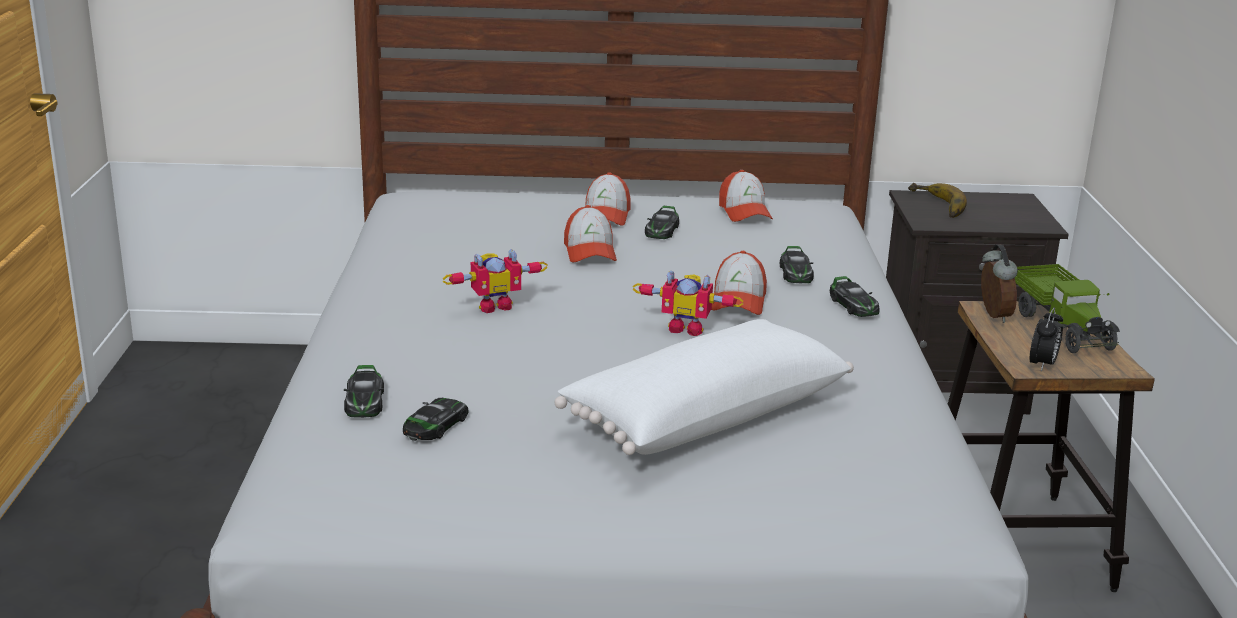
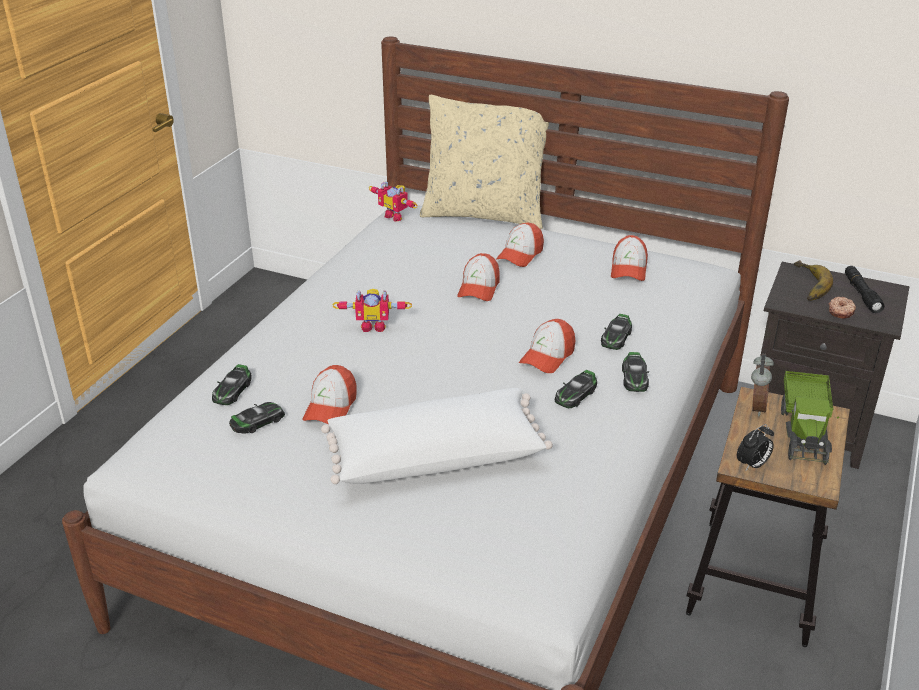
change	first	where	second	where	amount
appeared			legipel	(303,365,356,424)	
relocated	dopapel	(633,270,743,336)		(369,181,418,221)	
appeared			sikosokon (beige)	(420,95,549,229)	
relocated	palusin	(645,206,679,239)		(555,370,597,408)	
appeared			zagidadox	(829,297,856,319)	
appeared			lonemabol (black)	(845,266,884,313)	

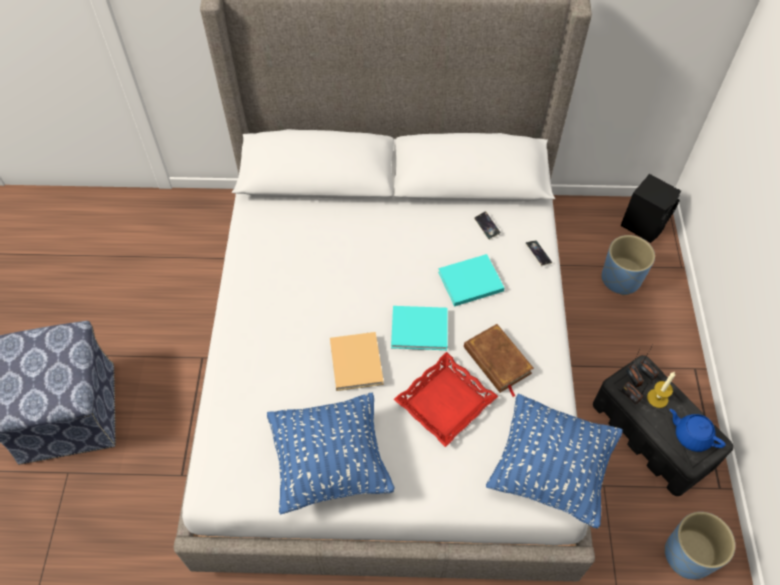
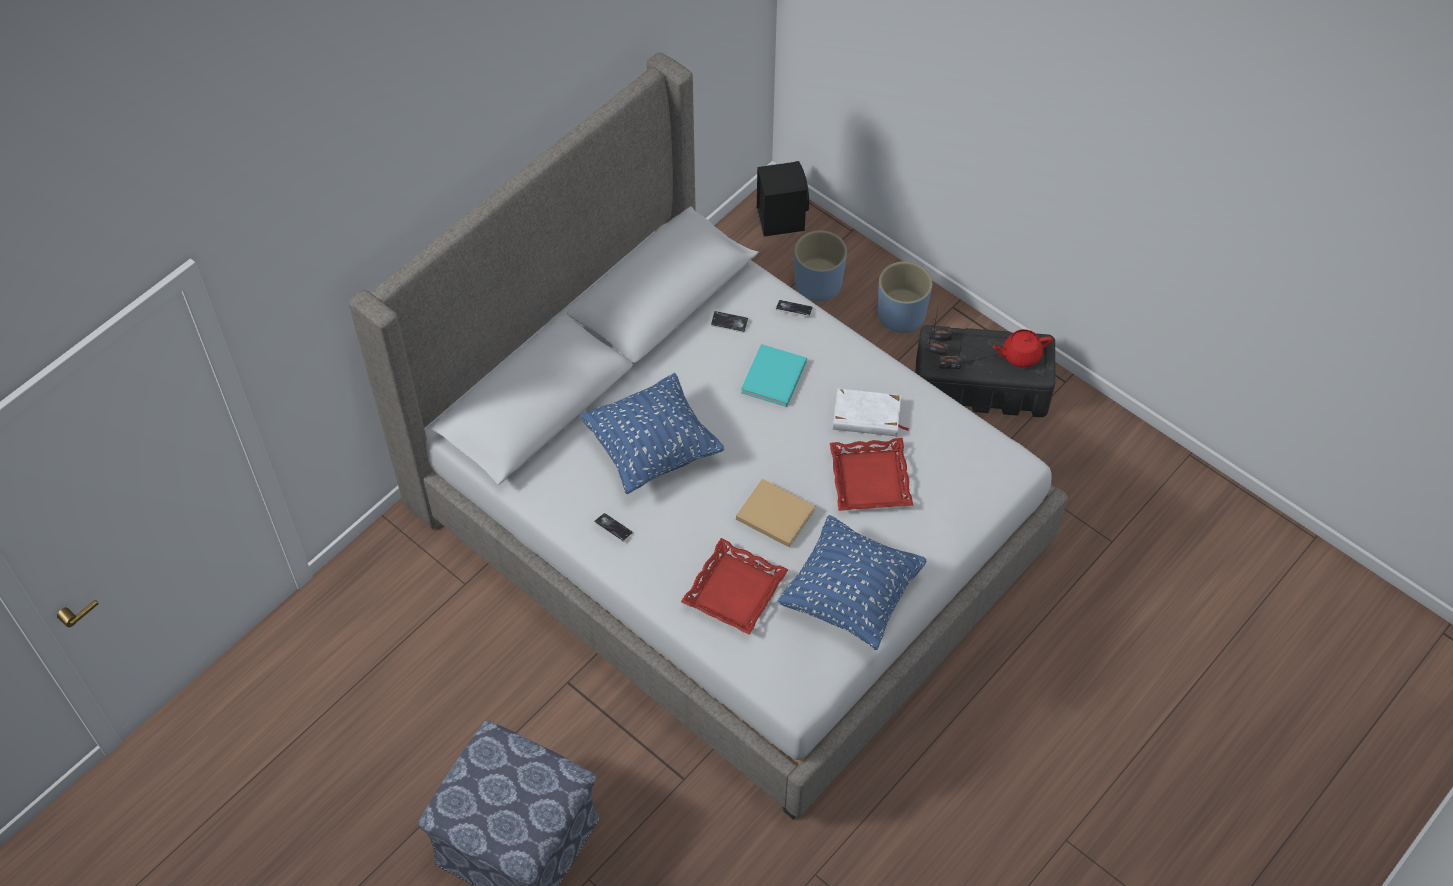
change	first	where	second	where	amount
relocated	sikosokon (blue)	(486,394,623,529)		(580,373,724,494)	
appeared			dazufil	(594,513,633,542)	
appeared			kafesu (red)	(681,538,789,635)	
colour	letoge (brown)	(464,324,534,397)	letoge (white)	(833,388,910,436)	
relocated	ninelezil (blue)	(664,512,735,579)		(878,261,932,333)	
colour	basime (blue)	(670,409,726,452)	basime (red)	(992,329,1053,367)	
missing	letoge (turquoise)	(391,306,448,350)			
missing	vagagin	(647,372,675,408)			

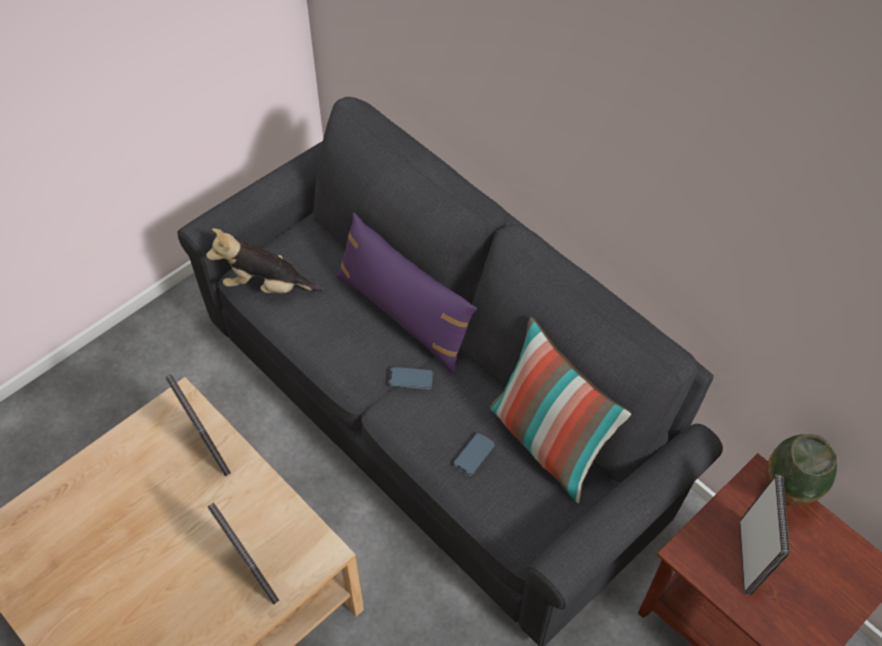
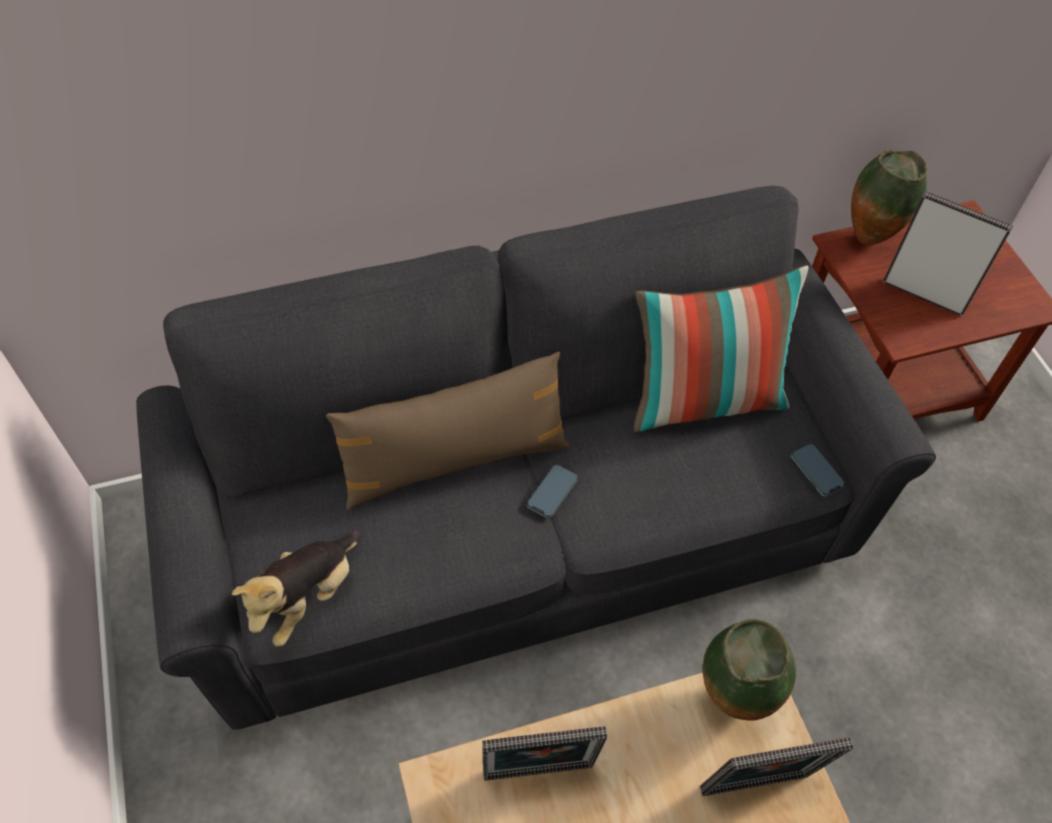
change	first	where	second	where	amount
colour	sikosokon (purple)	(335,213,477,374)	sikosokon (brown)	(326,352,570,510)	
appeared			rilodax	(703,619,796,721)	
relocated	dazufil	(453,433,495,476)		(791,444,845,497)	

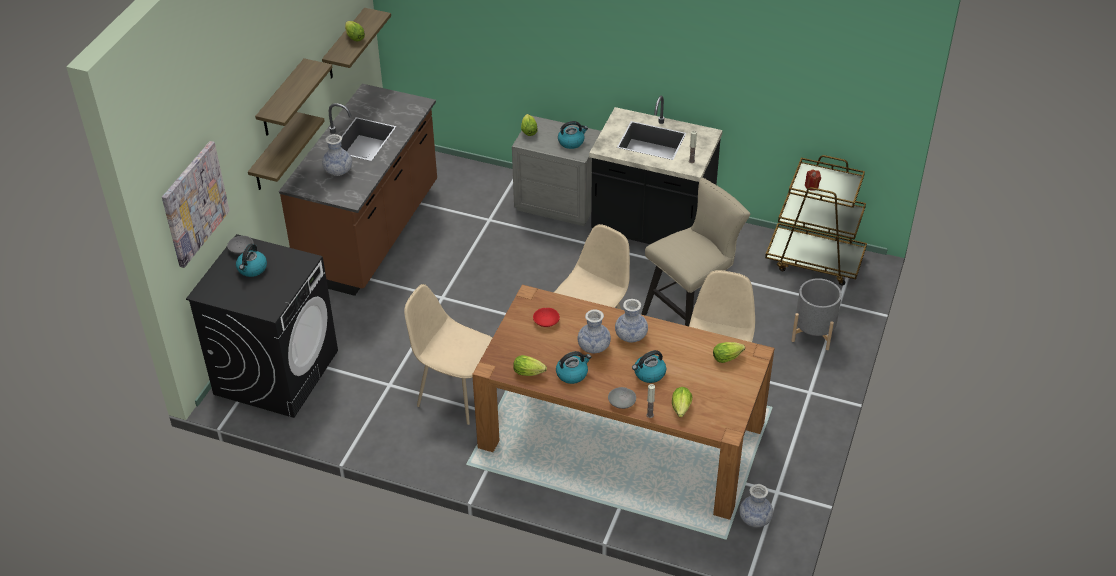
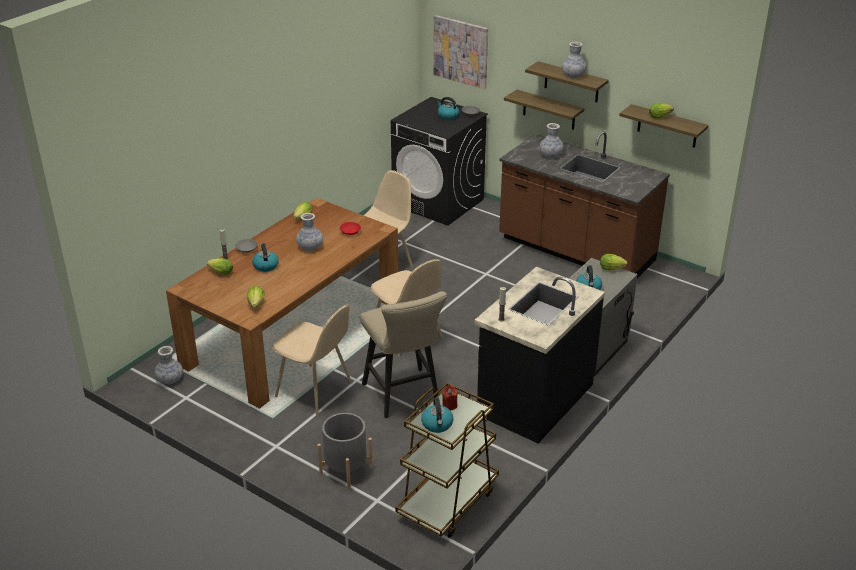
change	first	where	second	where	amount
relocated	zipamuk	(556,351,591,384)		(421,397,453,433)	
relocated	rilodax	(615,299,648,343)		(562,42,586,78)	

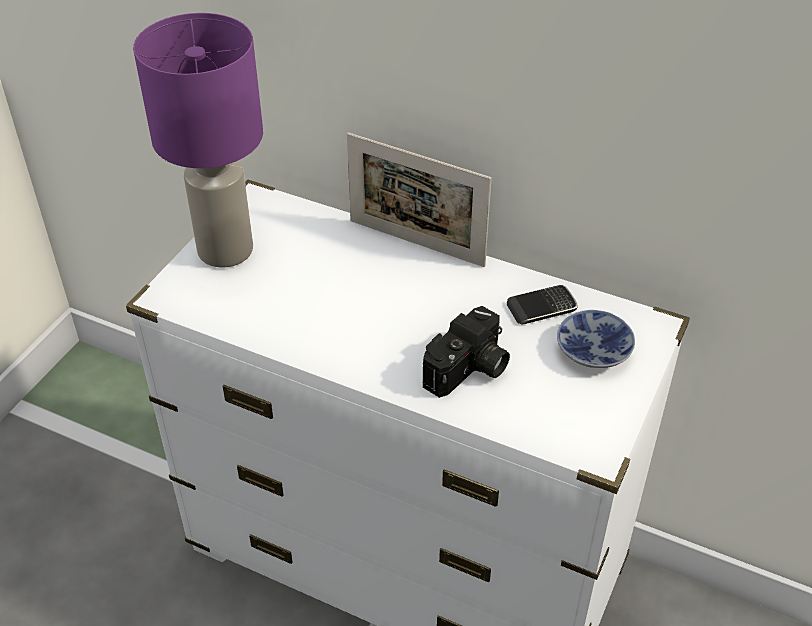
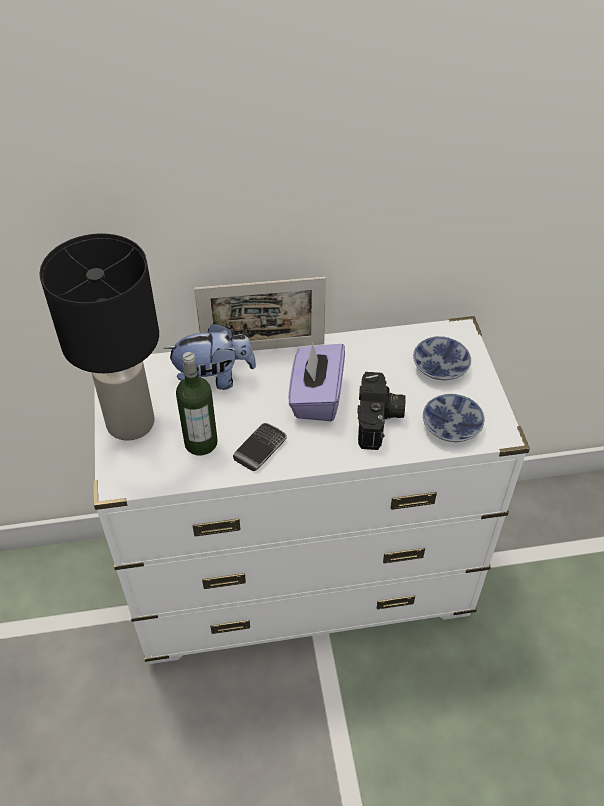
change	first	where	second	where	amount
colour	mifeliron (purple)	(133,13,263,268)	mifeliron (black)	(39,233,159,441)	
appeared			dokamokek	(164,323,256,390)	
appeared			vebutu	(176,352,218,455)	
relocated	dazufil	(507,285,578,325)		(233,423,287,471)	
appeared			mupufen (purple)	(289,343,345,421)	
appeared			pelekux	(423,394,485,442)	

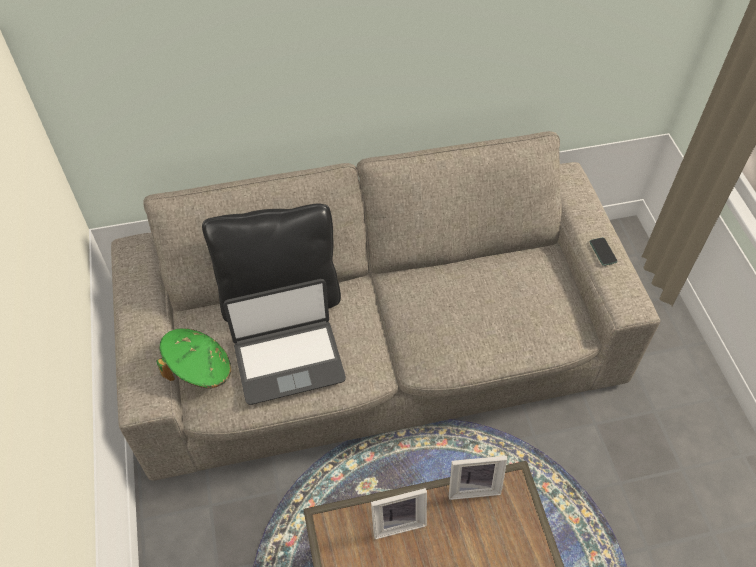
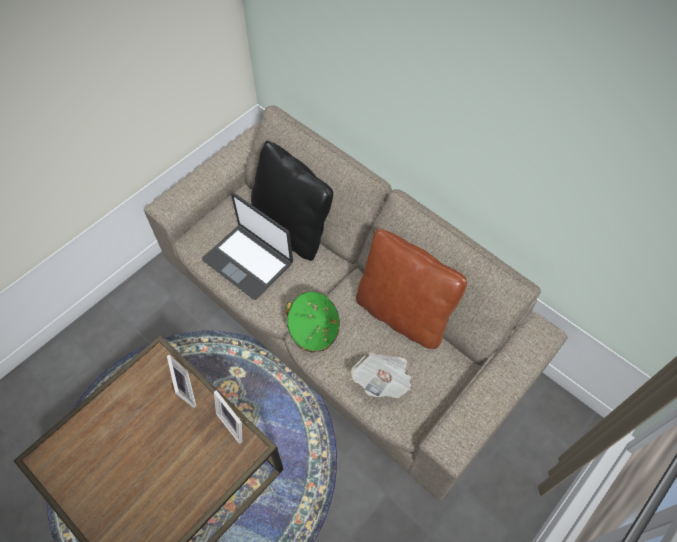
change	first	where	second	where	amount
spun	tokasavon	(371,488,427,540)		(167,355,196,408)	150 degrees counterclockwise
relocated	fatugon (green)	(156,328,231,388)		(285,292,340,352)	
appeared			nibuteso	(351,352,412,398)	
appeared			sikosokon (brown)	(356,229,467,349)	
missing	dazufil	(589,237,618,266)			

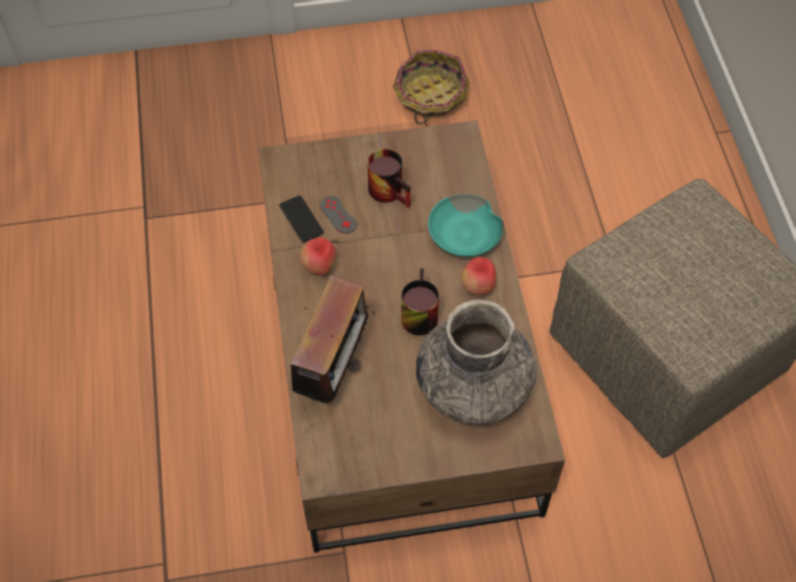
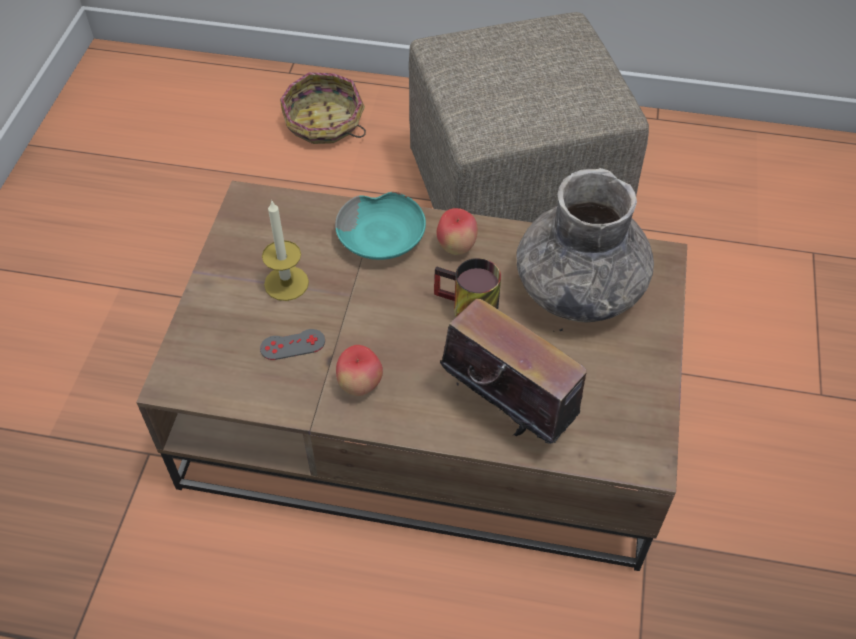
change	first	where	second	where	amount
exchanged	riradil	(367,149,411,208)	vagagin	(262,200,309,301)	
relocated	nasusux	(393,50,469,124)		(280,72,366,144)	
missing	dazufil	(279,195,324,243)			

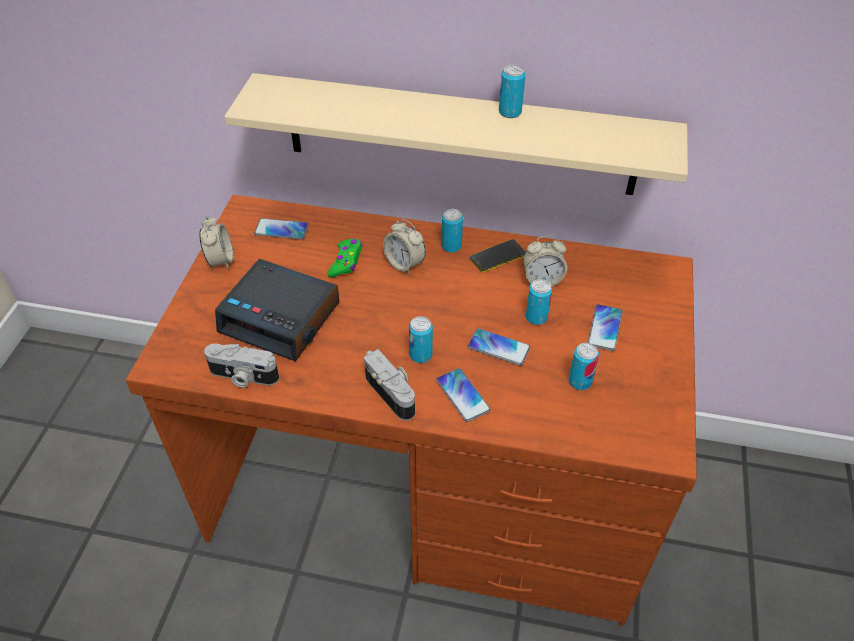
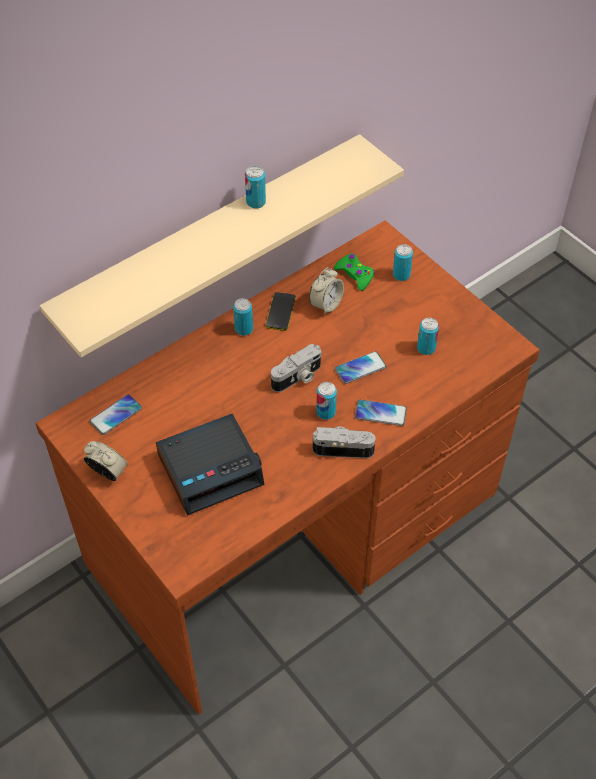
change	first	where	second	where	amount
relocated	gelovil	(204,343,279,388)		(271,344,322,392)	
relocated	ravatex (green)	(327,239,362,277)		(334,254,375,291)	
relocated	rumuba	(526,279,552,325)		(393,244,413,281)	
missing	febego	(383,219,426,275)			
missing	dazufil	(588,304,622,351)			

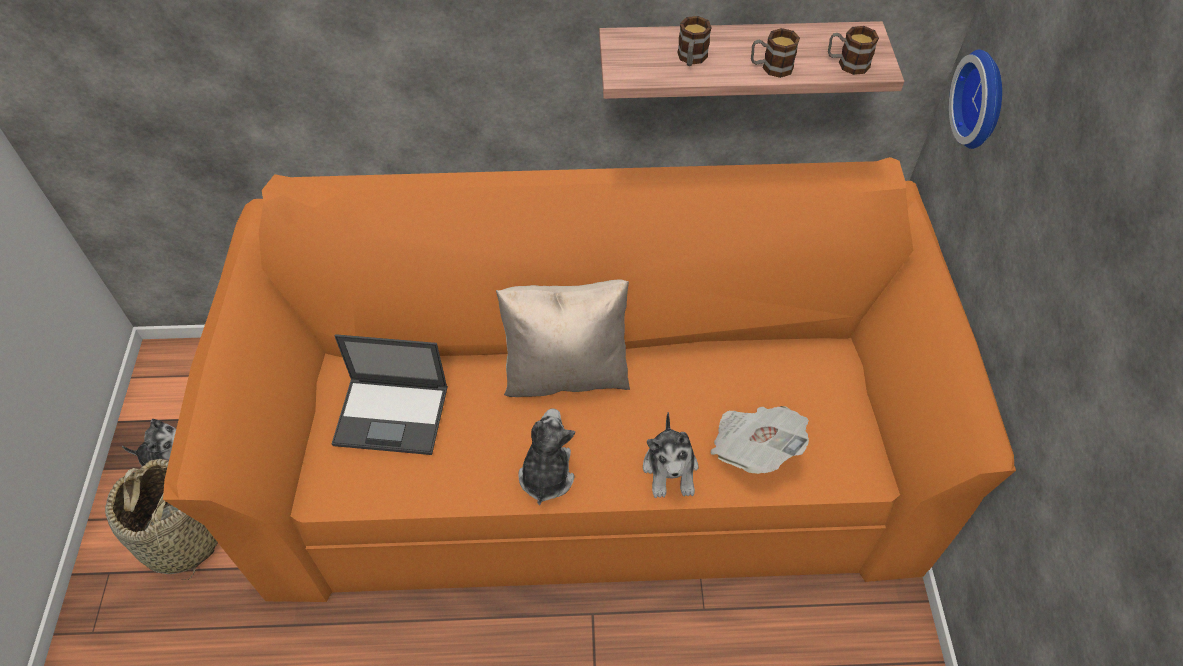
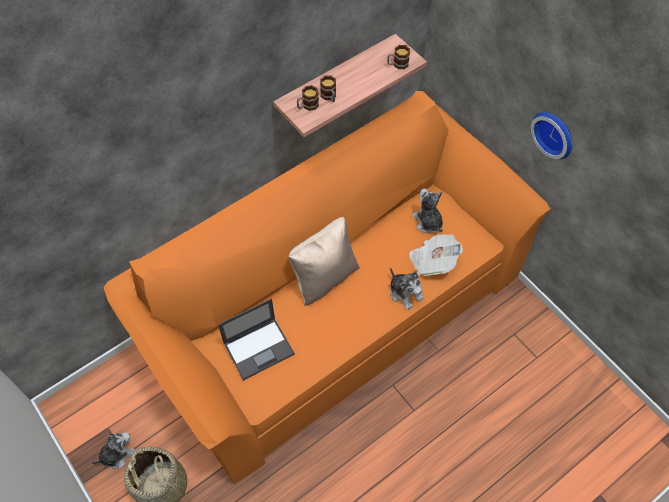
change	first	where	second	where	amount
relocated	riradil	(751,28,800,78)		(297,85,319,111)	
relocated	dokamokek	(518,408,575,505)		(412,189,443,233)	
relocated	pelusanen	(949,50,1002,149)		(531,112,572,159)	

